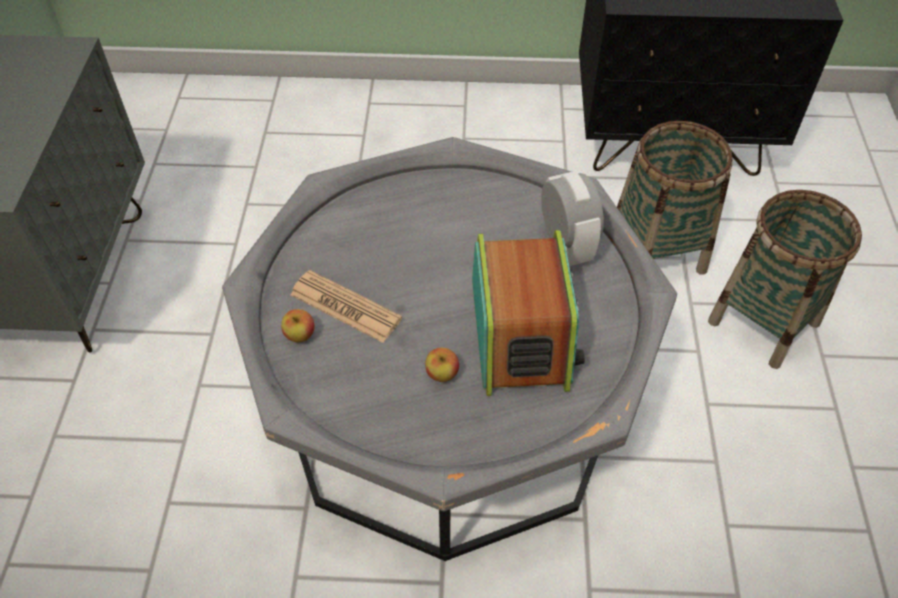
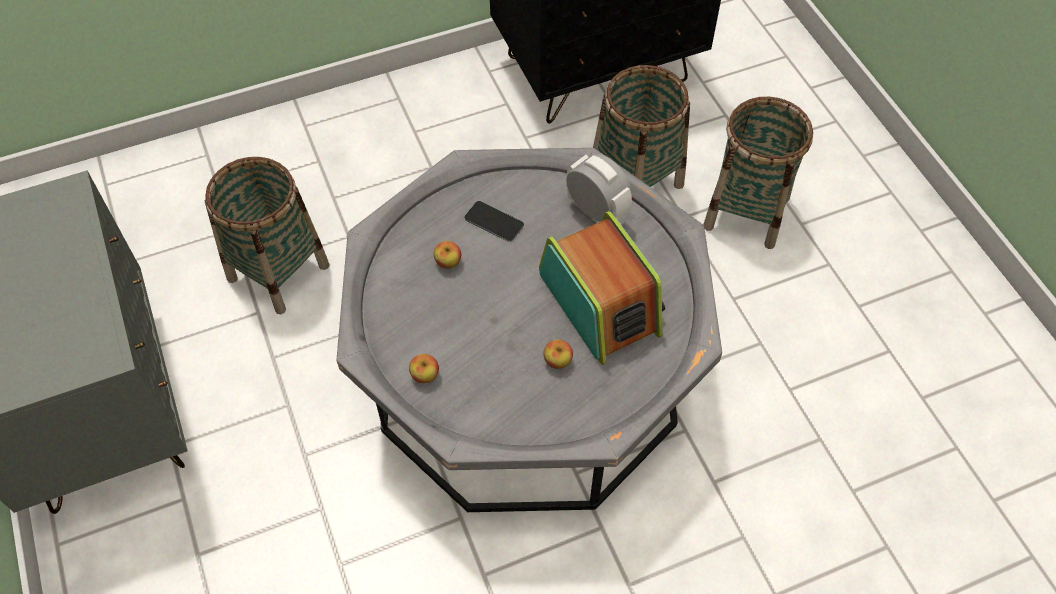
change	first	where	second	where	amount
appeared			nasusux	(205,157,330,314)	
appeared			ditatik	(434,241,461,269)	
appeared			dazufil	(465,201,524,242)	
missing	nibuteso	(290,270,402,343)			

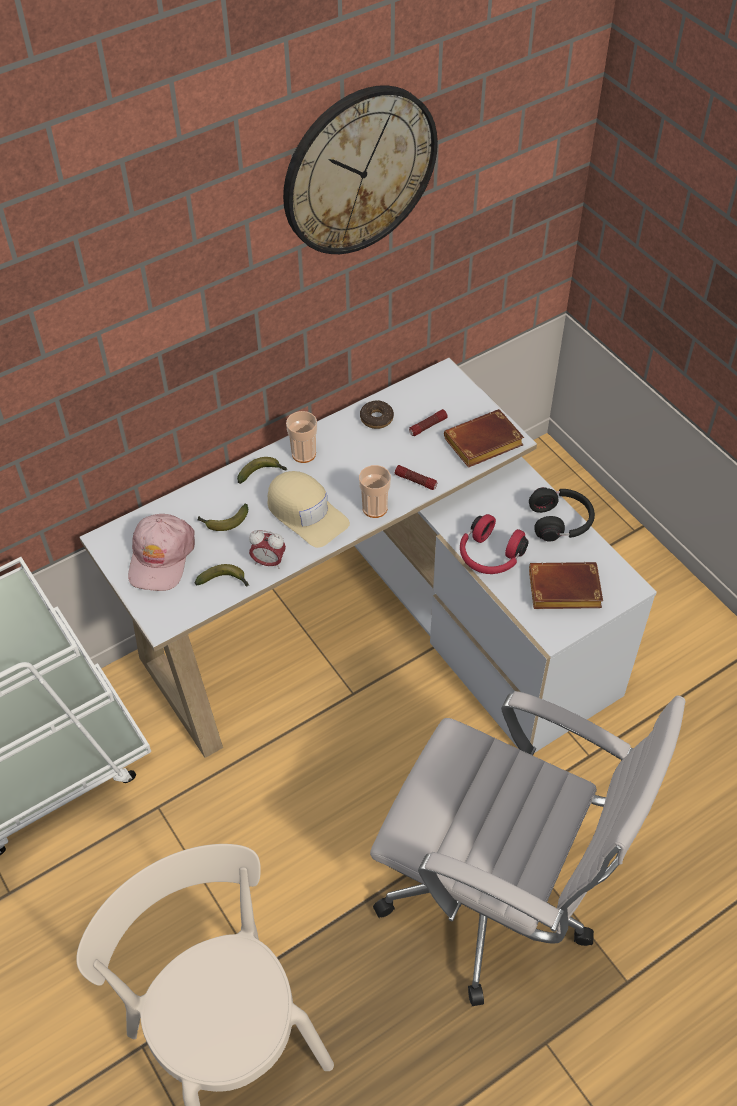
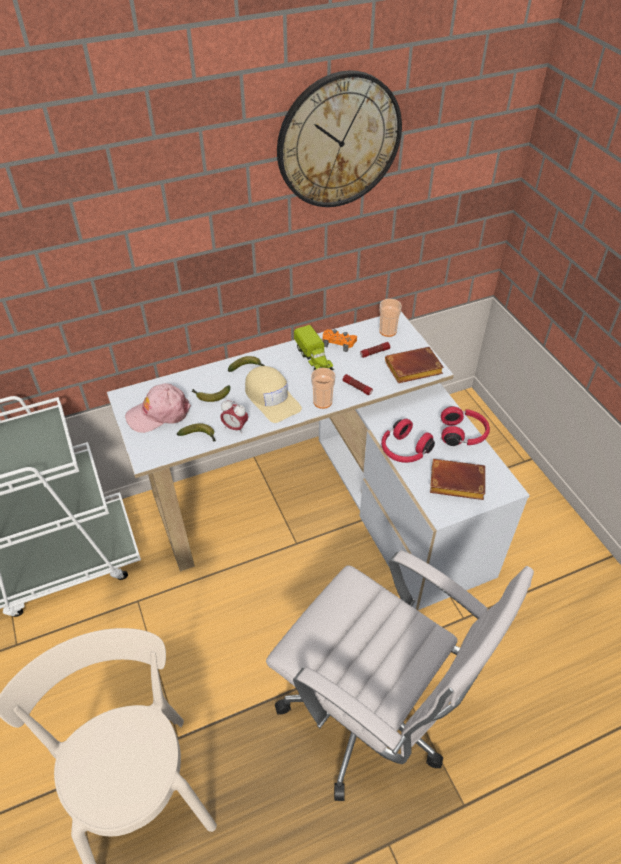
change	first	where	second	where	amount
spun	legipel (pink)	(128,514,195,591)		(125,383,191,433)	45 degrees clockwise
appeared			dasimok	(294,325,334,370)	
exchanged	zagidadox	(360,401,394,429)	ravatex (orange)	(322,329,357,352)	
relocated	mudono	(286,411,317,463)		(379,299,402,337)	
colour	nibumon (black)	(529,487,595,541)	nibumon (red)	(441,406,490,446)	

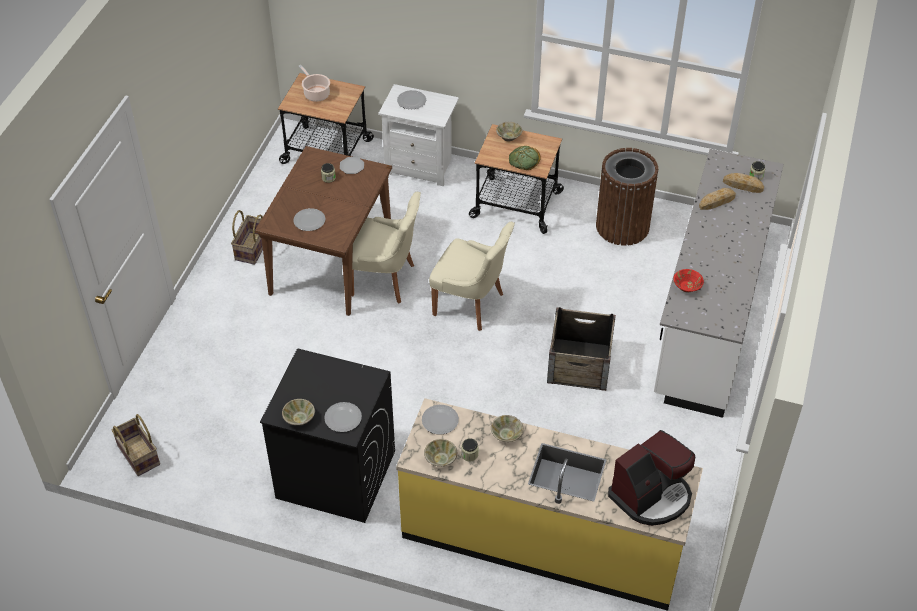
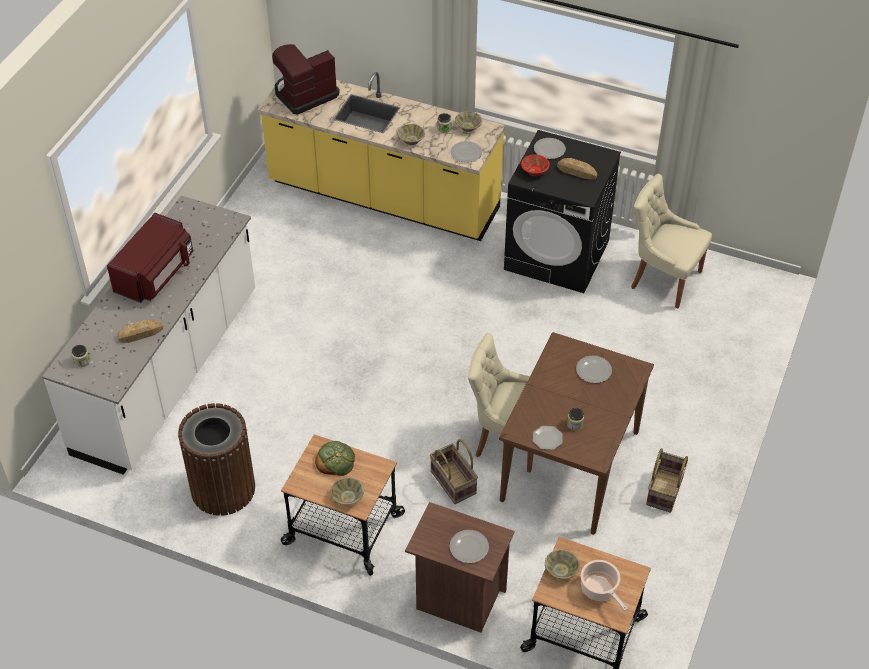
change	first	where	second	where	amount
appeared			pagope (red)	(107,213,193,303)	
colour	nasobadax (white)	(378,84,459,186)	nasobadax (brown)	(405,502,514,633)	
relocated	nasusux	(112,414,160,476)		(430,439,478,504)	
relocated	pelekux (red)	(673,269,704,293)		(521,154,550,176)	
relocated	pelekux (beige)	(282,399,315,425)		(545,549,580,579)	
relocated	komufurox	(723,173,764,193)		(557,158,598,179)	
relocated	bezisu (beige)	(429,222,515,331)		(631,174,712,308)	
missing	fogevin	(547,307,616,391)			

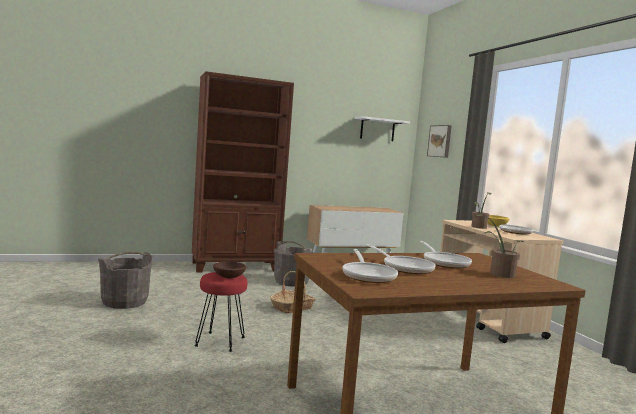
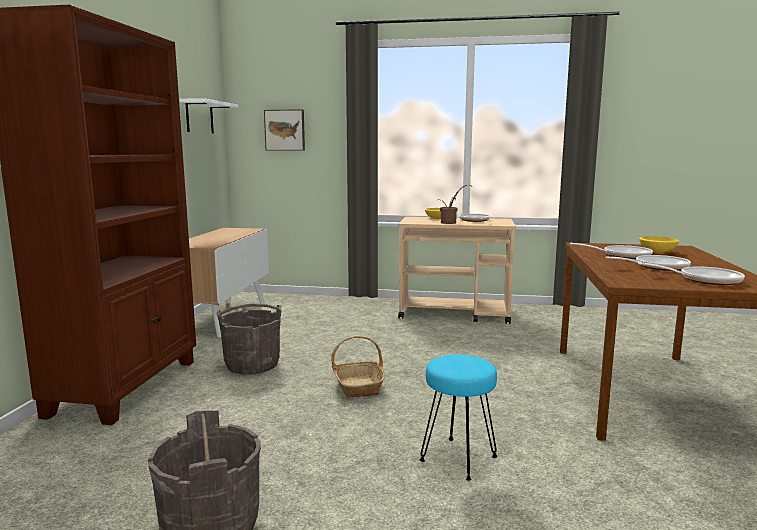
change	first	where	second	where	amount
colour	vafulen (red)	(194,272,247,352)	vafulen (turquoise)	(419,354,497,481)	
exchanged	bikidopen	(475,214,523,278)	pelekux (yellow)	(639,236,679,253)	
missing	pelekux (brown)	(213,261,246,278)			

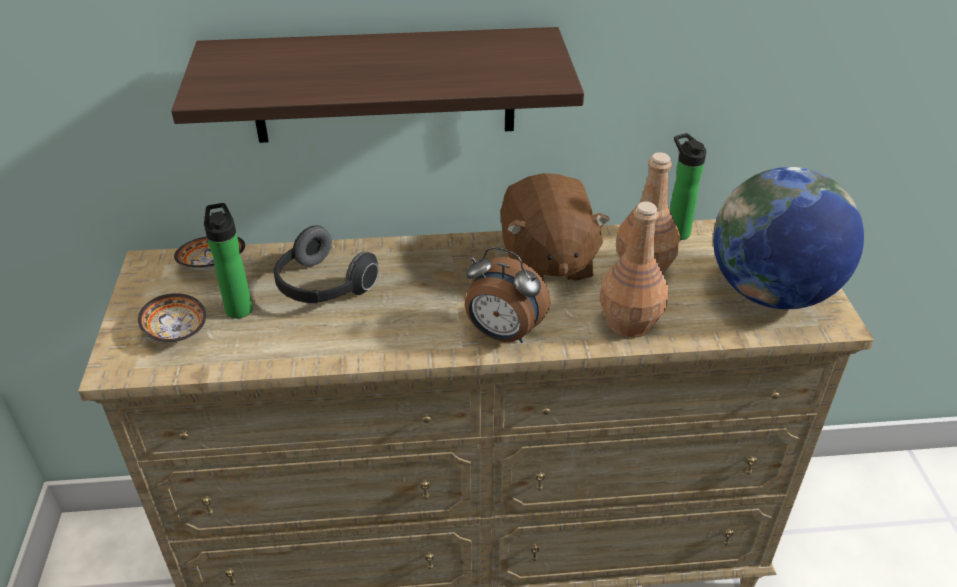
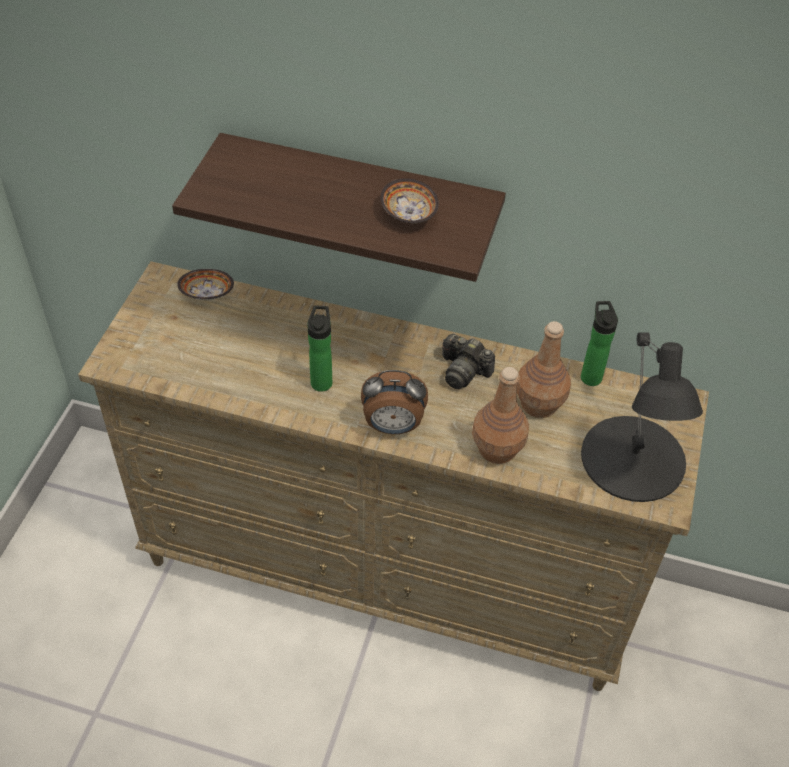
change	first	where	second	where	amount
relocated	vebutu	(204,203,253,319)		(307,306,332,392)	
spun	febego	(465,247,551,343)		(361,370,428,434)	45 degrees counterclockwise
relocated	pelekux	(138,293,206,342)		(381,178,439,223)	
exchanged	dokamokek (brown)	(500,173,610,282)	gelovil	(442,334,495,389)	
exchanged	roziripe	(713,167,864,309)	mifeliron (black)	(581,332,703,502)	
missing	nibumon	(274,225,379,303)			

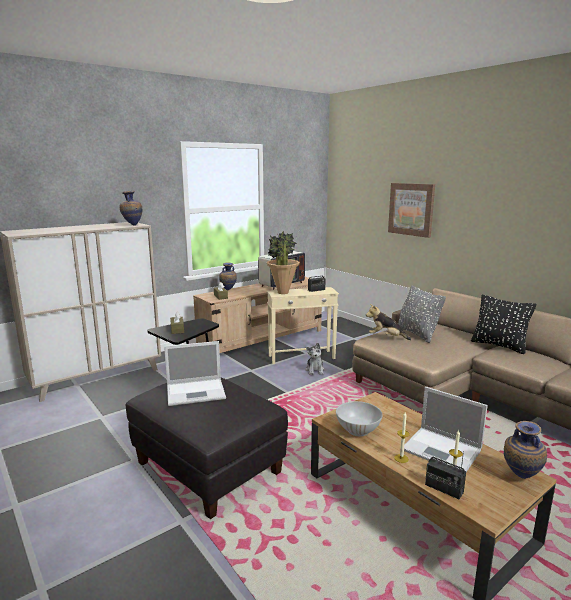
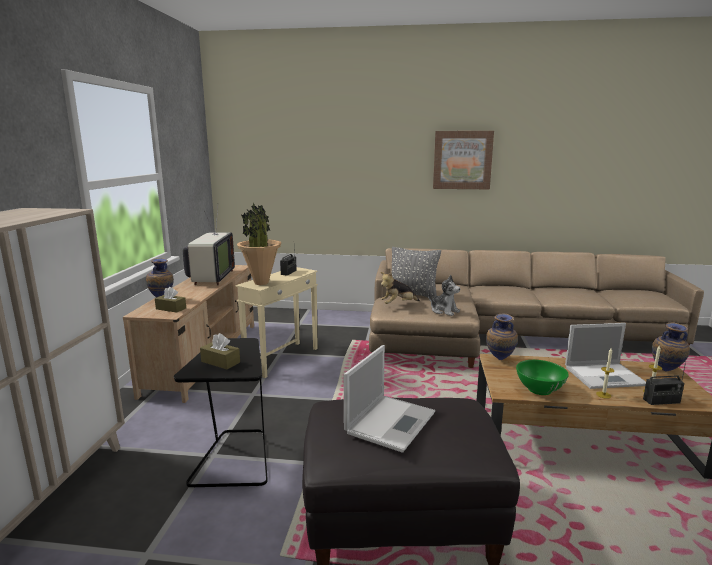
change	first	where	second	where	amount
relocated	dokamokek	(305,343,325,375)		(428,275,460,316)	
relocated	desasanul	(388,183,435,238)		(433,131,494,189)	
relocated	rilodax	(120,191,142,226)		(486,314,518,360)	
colour	pelekux (white)	(336,401,383,436)	pelekux (green)	(516,360,569,395)	
missing	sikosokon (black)	(471,295,536,354)			

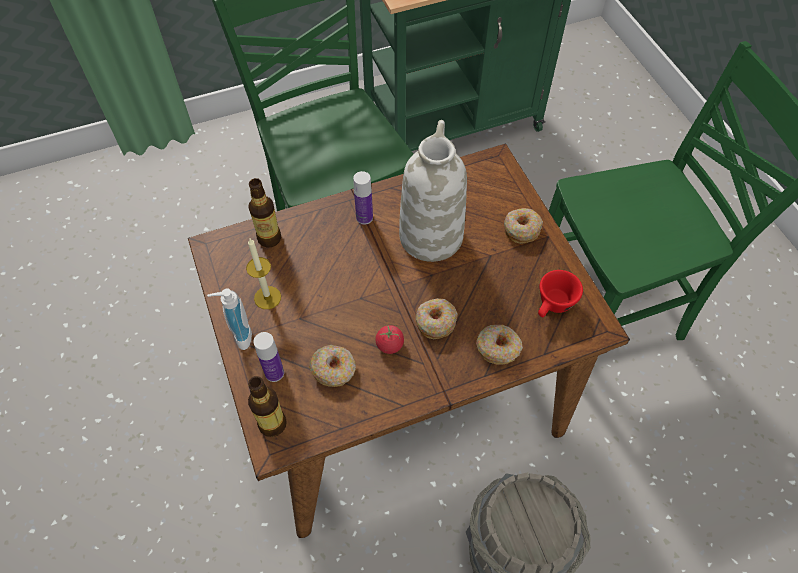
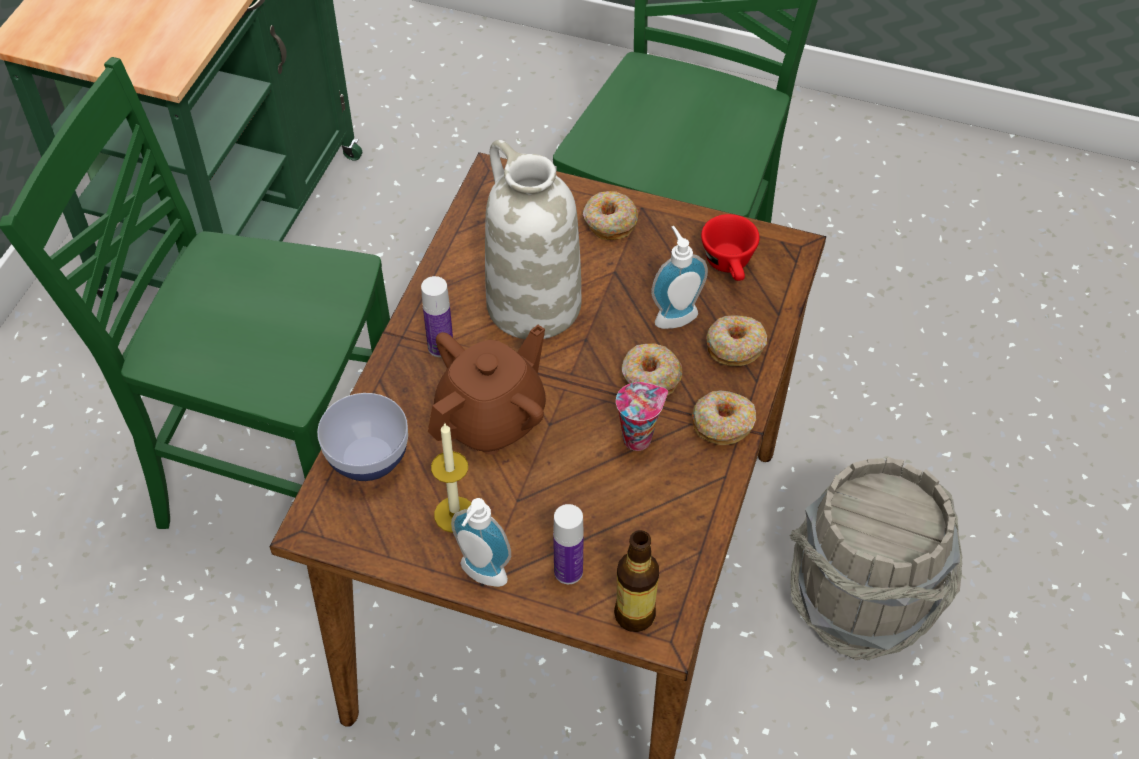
change	first	where	second	where	amount
exchanged	vebutu	(248,178,281,248)	pelekux	(317,393,408,481)	
appeared			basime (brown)	(428,325,546,455)	
exchanged	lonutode	(375,325,404,354)	mudono	(616,382,668,451)	
appeared			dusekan	(651,226,708,329)	
relocated	zagidadox	(309,345,356,387)		(692,390,756,445)	

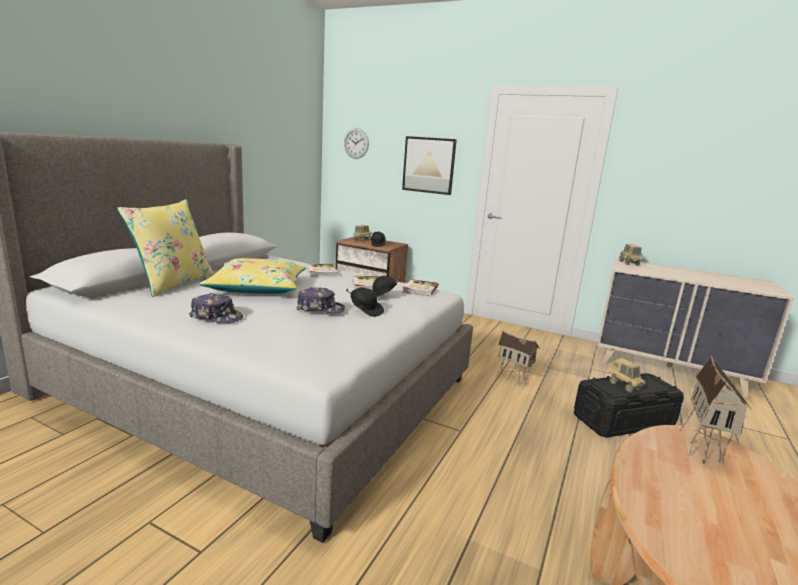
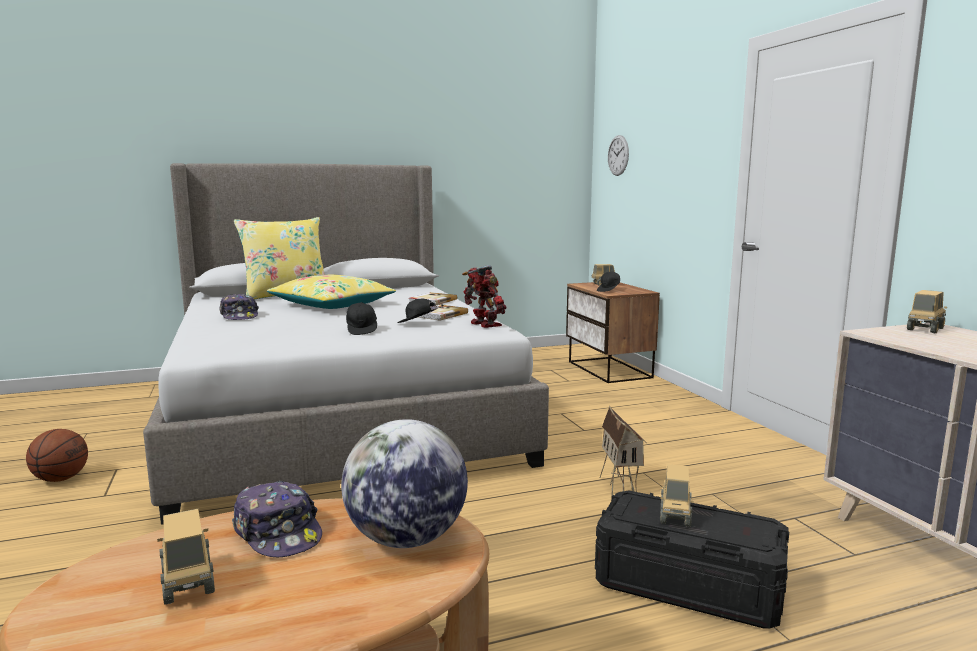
change	first	where	second	where	amount
appeared			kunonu	(26,429,88,482)	
appeared			dasimok	(157,509,215,604)	
relocated	legipel	(297,287,345,313)		(232,481,322,557)	
exchanged	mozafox	(680,356,752,464)	roziripe	(341,419,468,548)	
exchanged	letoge	(403,279,439,296)	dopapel	(462,265,507,328)	
missing	desasanul	(402,136,457,195)			

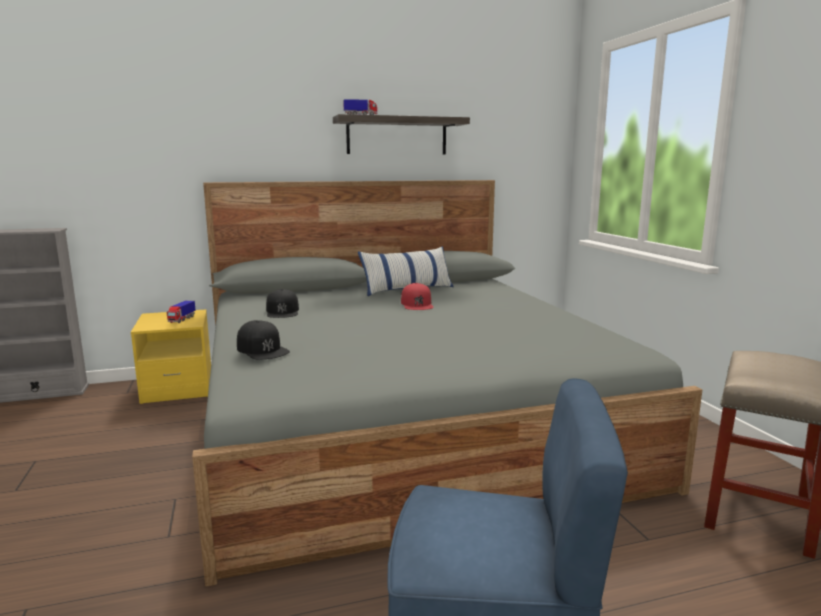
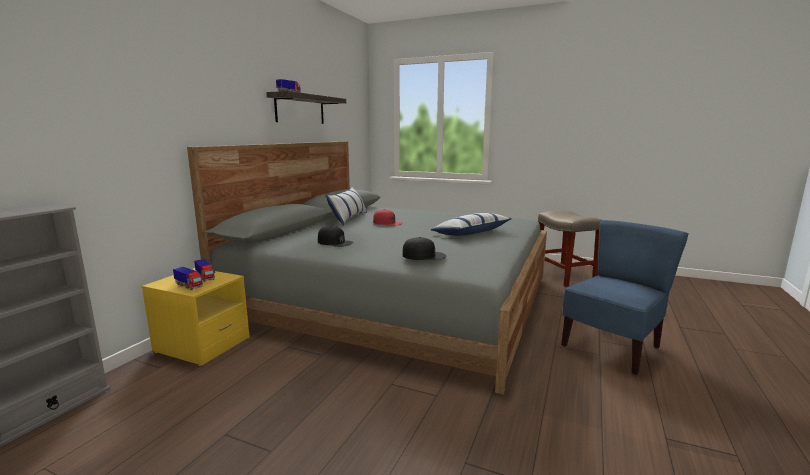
change	first	where	second	where	amount
appeared			dasimok	(173,267,203,290)	
appeared			sikosokon	(431,213,512,236)	

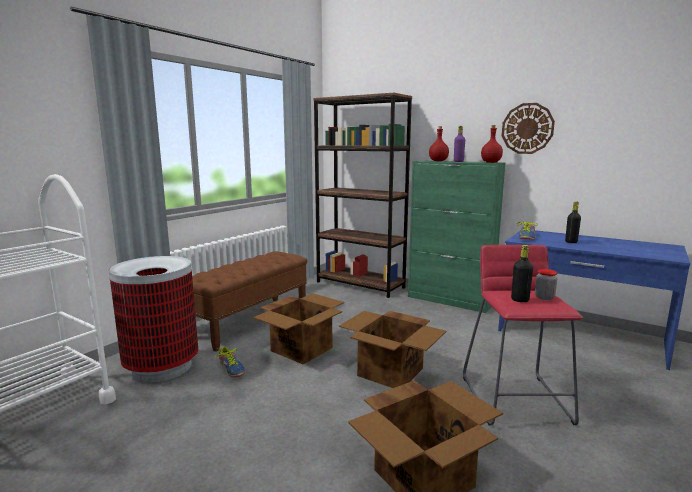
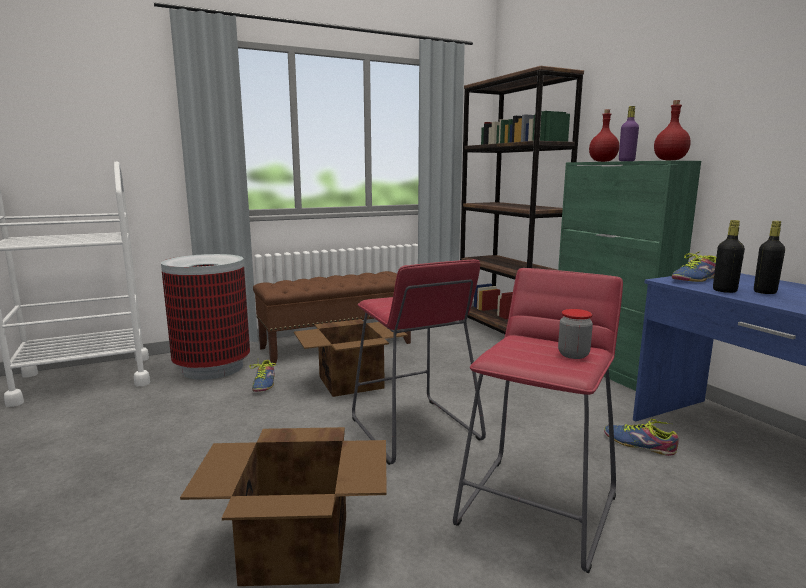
change	first	where	second	where	amount
exchanged	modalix	(339,311,447,388)	vafulen (red)	(352,259,486,465)	
appeared			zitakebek	(604,419,678,456)	
relocated	vebutu (black)	(511,245,533,302)		(713,220,745,293)	
missing	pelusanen	(502,103,555,154)			

